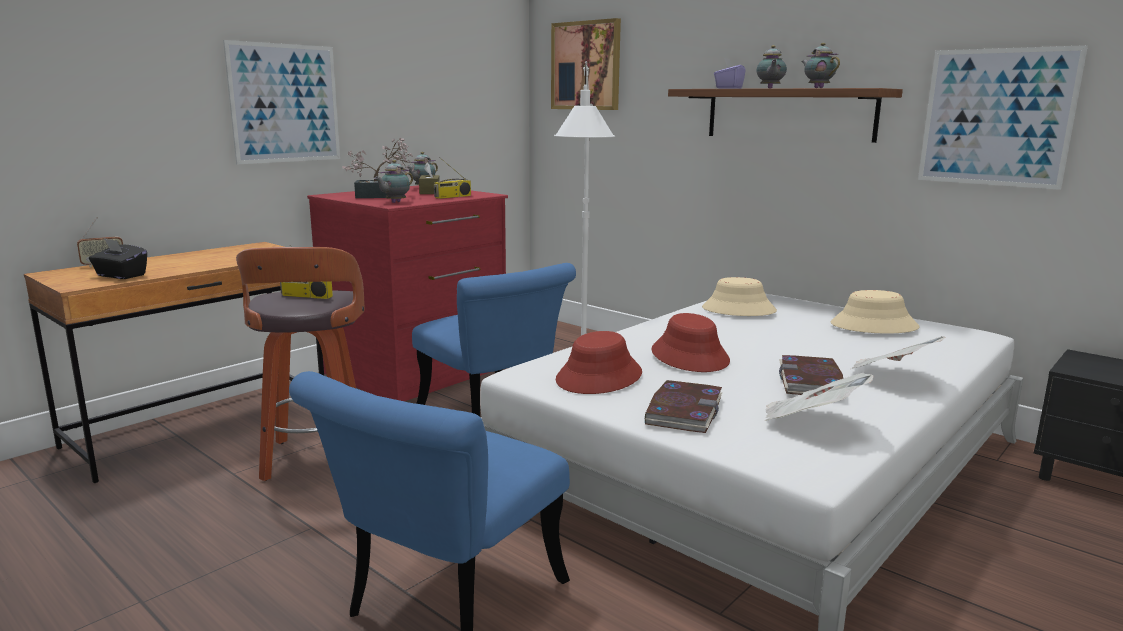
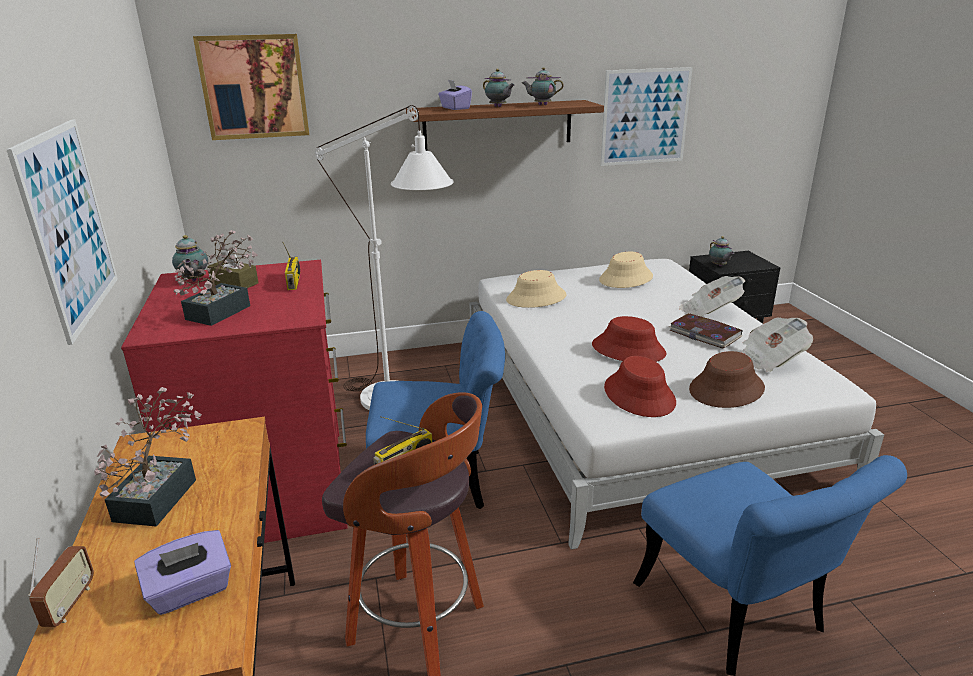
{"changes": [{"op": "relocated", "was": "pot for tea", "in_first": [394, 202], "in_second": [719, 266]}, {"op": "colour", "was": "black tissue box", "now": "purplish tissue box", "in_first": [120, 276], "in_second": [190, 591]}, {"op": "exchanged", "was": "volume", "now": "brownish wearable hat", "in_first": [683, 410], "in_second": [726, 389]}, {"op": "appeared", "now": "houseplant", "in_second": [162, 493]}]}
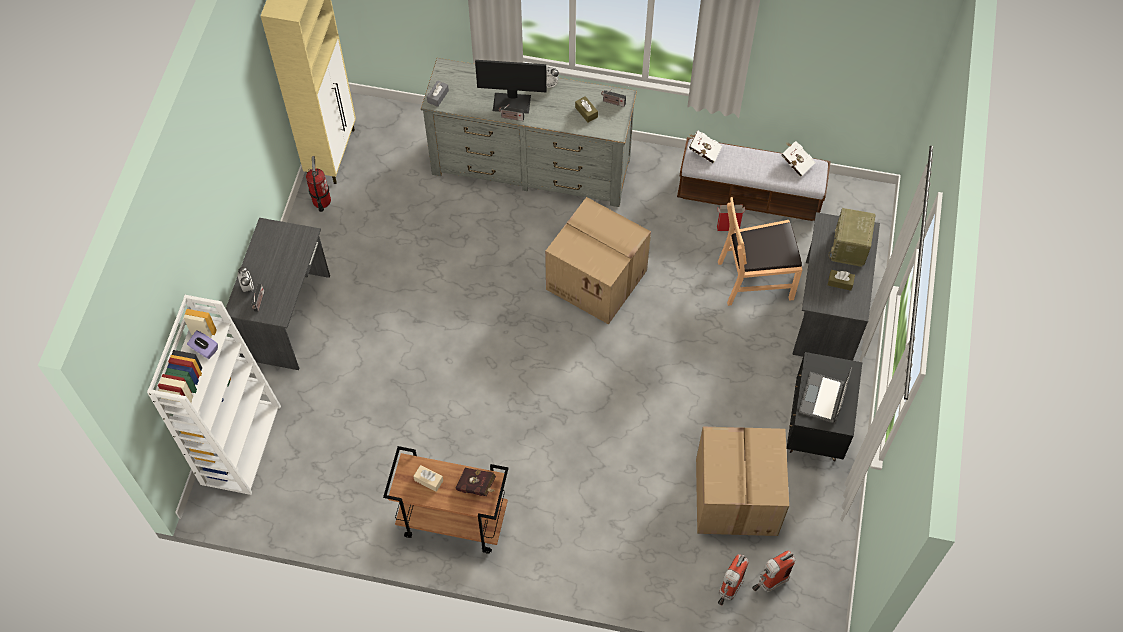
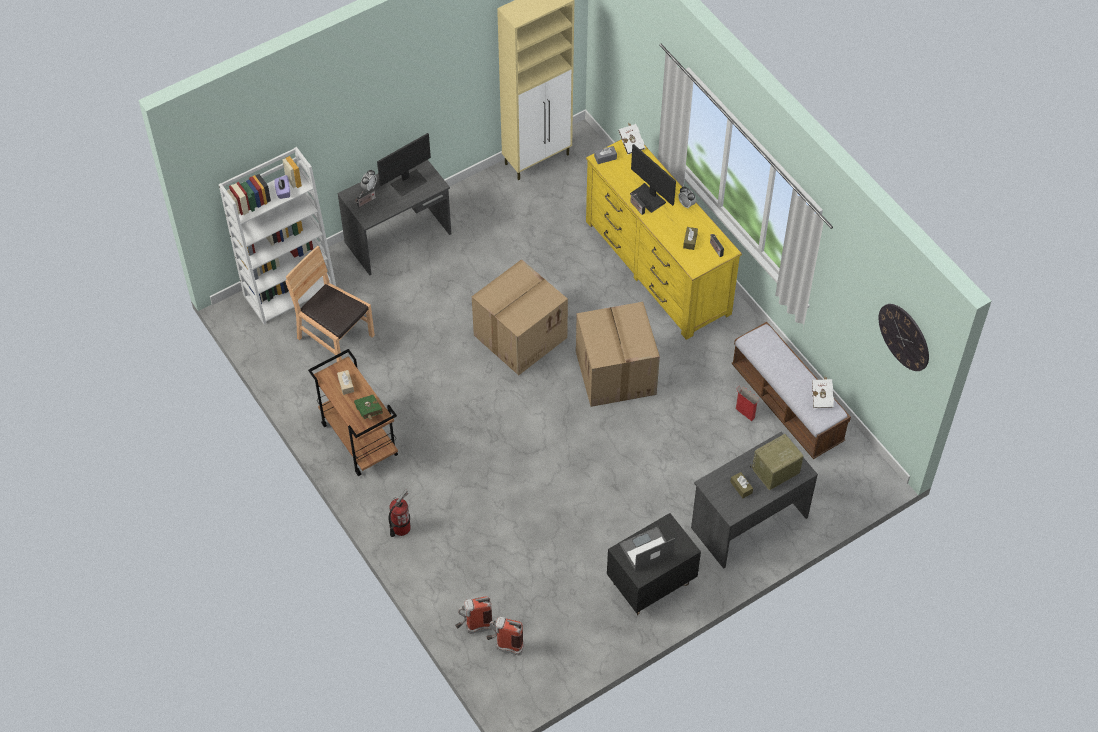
{"changes": [{"op": "colour", "was": "grey drawer chest", "now": "yellow drawer chest", "in_first": [531, 166], "in_second": [657, 267]}, {"op": "relocated", "was": "whitish volume", "in_first": [703, 151], "in_second": [631, 143]}, {"op": "relocated", "was": "extinguisher", "in_first": [321, 201], "in_second": [401, 528]}, {"op": "relocated", "was": "brownish upright chair", "in_first": [755, 279], "in_second": [335, 338]}, {"op": "relocated", "was": "packing box", "in_first": [735, 495], "in_second": [520, 335]}, {"op": "colour", "was": "red-coloured volume", "now": "greenish volume", "in_first": [477, 486], "in_second": [369, 412]}, {"op": "appeared", "now": "computer display", "in_second": [408, 182]}, {"op": "appeared", "now": "hanging clock", "in_second": [904, 337]}]}
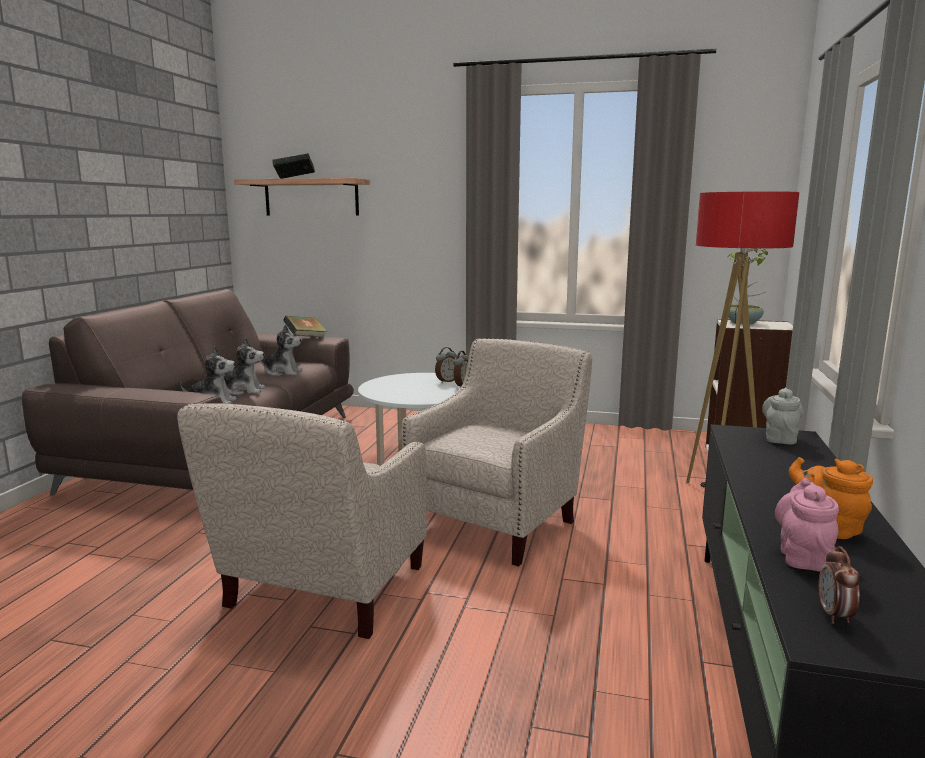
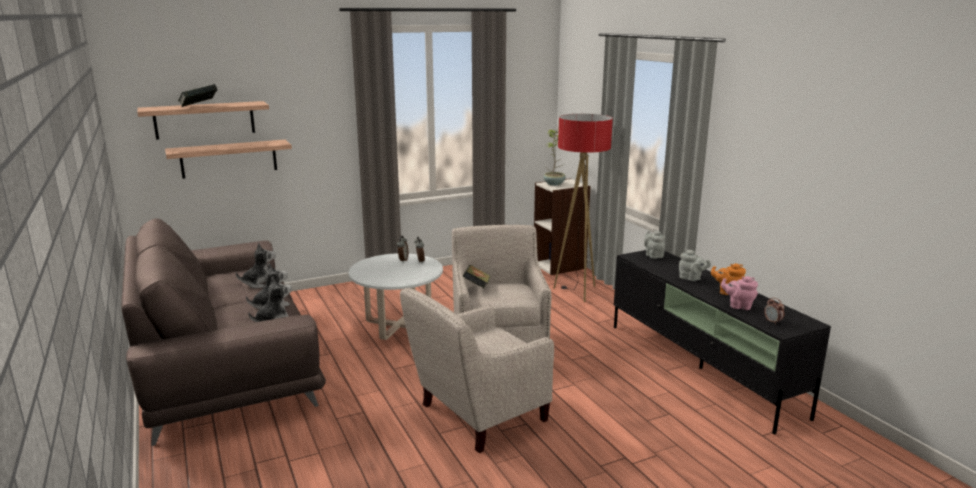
{"changes": [{"op": "relocated", "was": "volume", "in_first": [306, 338], "in_second": [477, 287]}, {"op": "spun", "was": "beige lounge chair", "in_first": [319, 593], "in_second": [476, 415], "clockwise": 75}, {"op": "spun", "was": "pink-coloured pot for tea", "in_first": [803, 557], "in_second": [738, 306], "clockwise": -45}, {"op": "appeared", "now": "wall shelf", "in_second": [229, 158]}, {"op": "appeared", "now": "grey pot for tea", "in_second": [691, 279]}]}
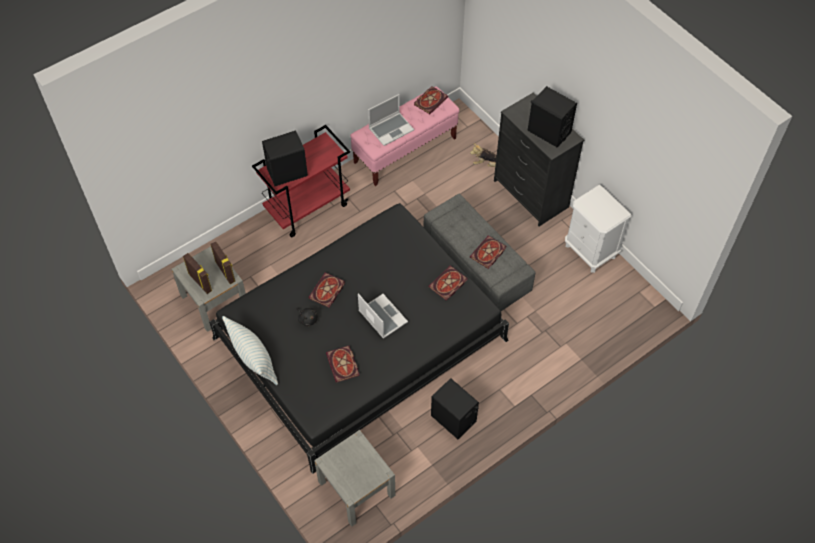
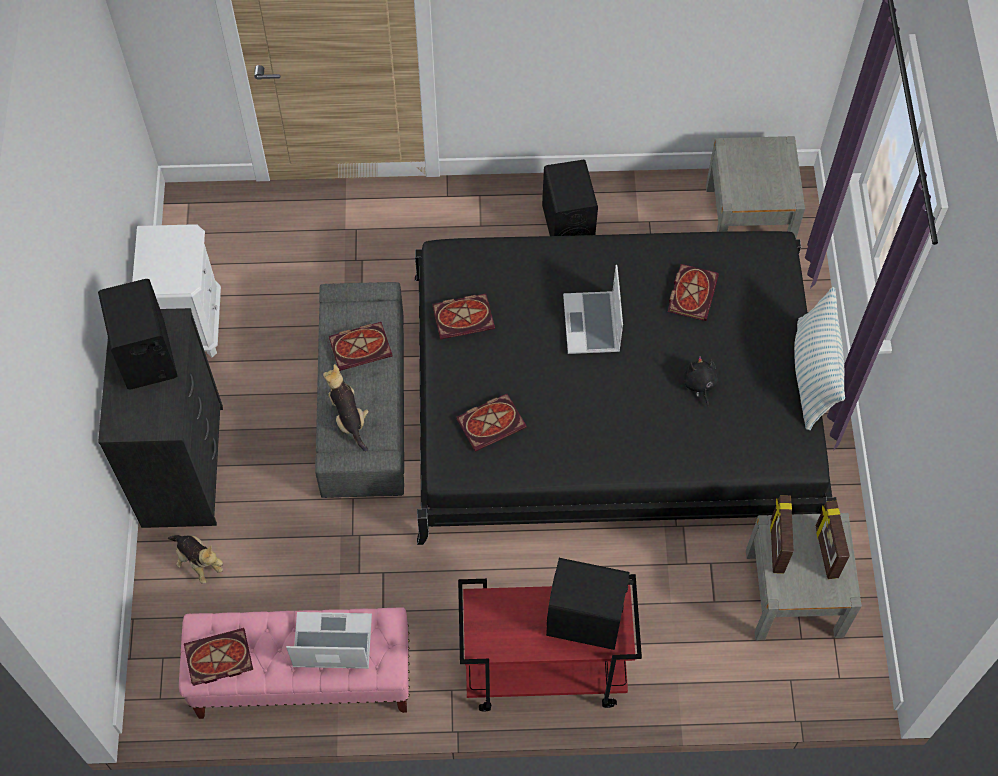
{"changes": [{"op": "relocated", "was": "volume", "in_first": [327, 291], "in_second": [492, 422]}, {"op": "appeared", "now": "soft toy", "in_second": [348, 418]}]}
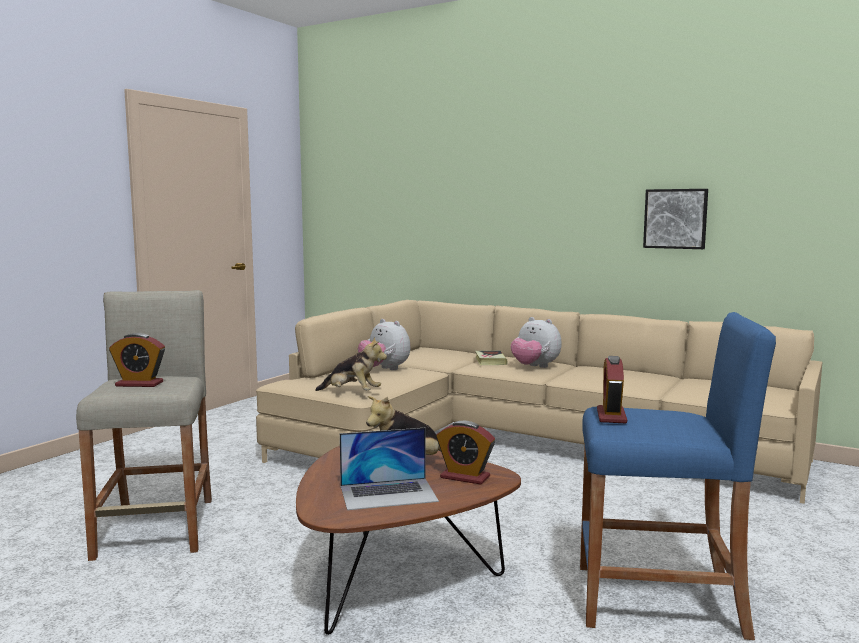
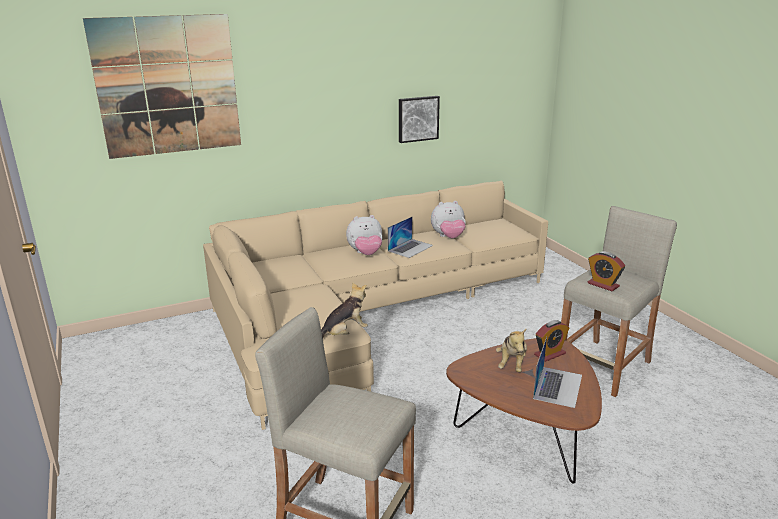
{"changes": [{"op": "colour", "was": "blue-coloured stool seat", "now": "beige stool seat", "in_first": [659, 601], "in_second": [604, 367]}, {"op": "relocated", "was": "soft toy", "in_first": [384, 369], "in_second": [448, 237]}, {"op": "missing", "was": "alarm clock", "in_first": [139, 384]}, {"op": "missing", "was": "volume", "in_first": [490, 361]}, {"op": "appeared", "now": "wall art", "in_second": [168, 86]}, {"op": "appeared", "now": "laptop", "in_second": [410, 248]}]}
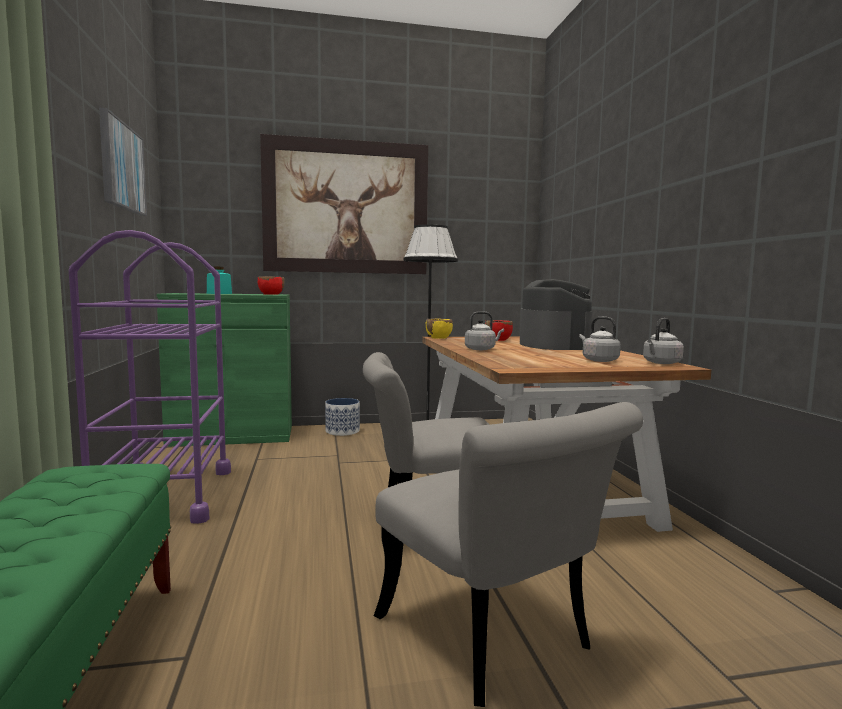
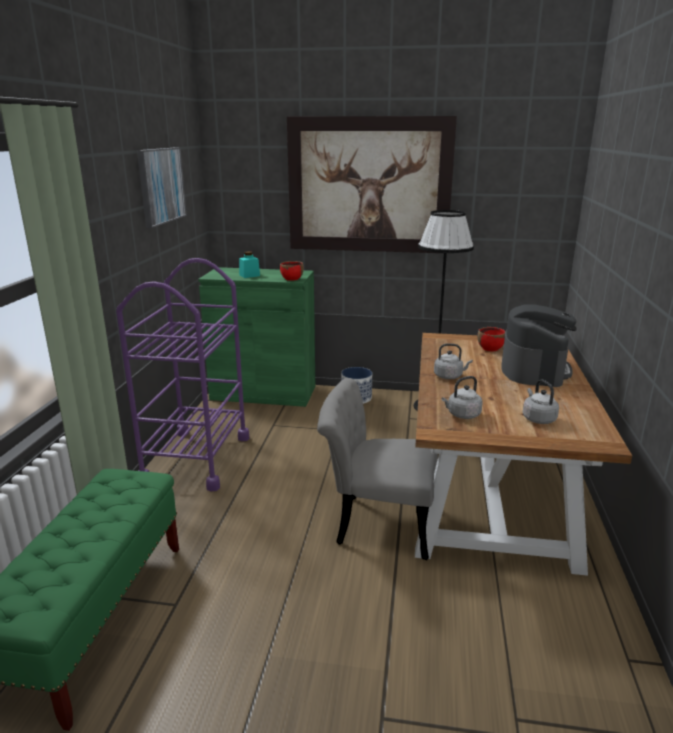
{"changes": [{"op": "relocated", "was": "grey tea kettle", "in_first": [661, 363], "in_second": [462, 415]}, {"op": "missing", "was": "yellow bowl", "in_first": [439, 337]}, {"op": "missing", "was": "grey upright chair", "in_first": [494, 641]}]}
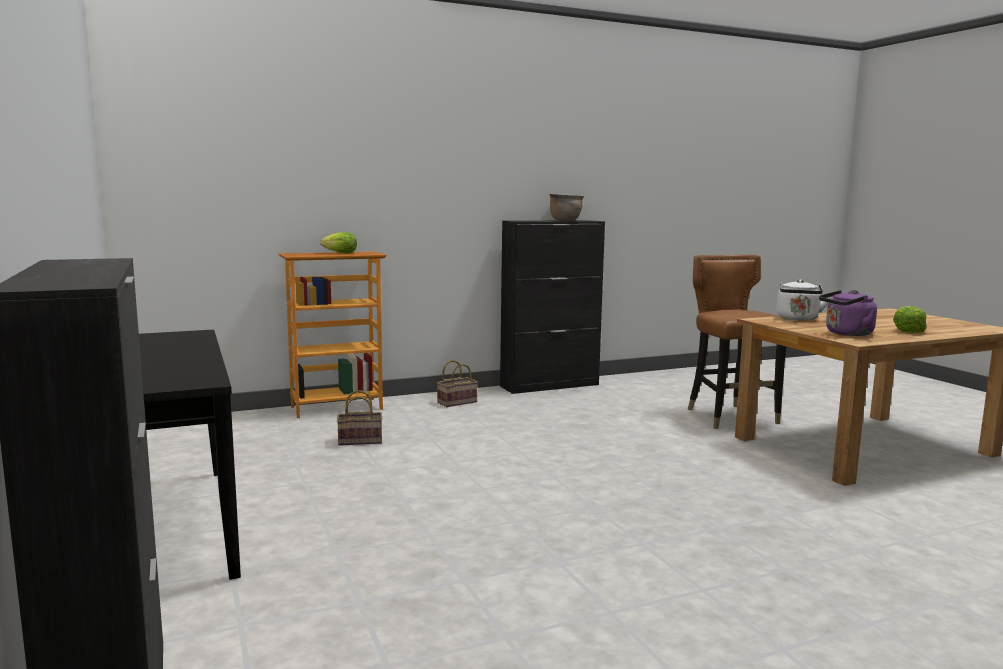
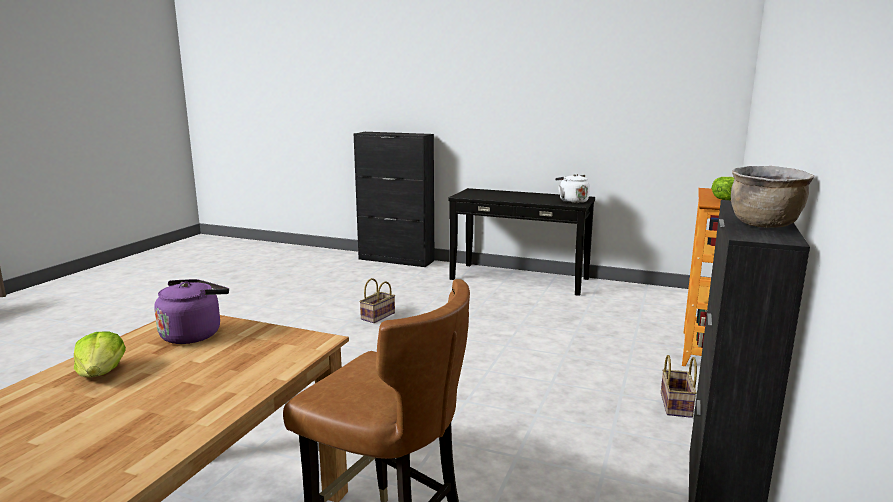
{"changes": [{"op": "relocated", "was": "whitish tea kettle", "in_first": [798, 319], "in_second": [572, 201]}, {"op": "relocated", "was": "household basket", "in_first": [361, 440], "in_second": [378, 316]}]}
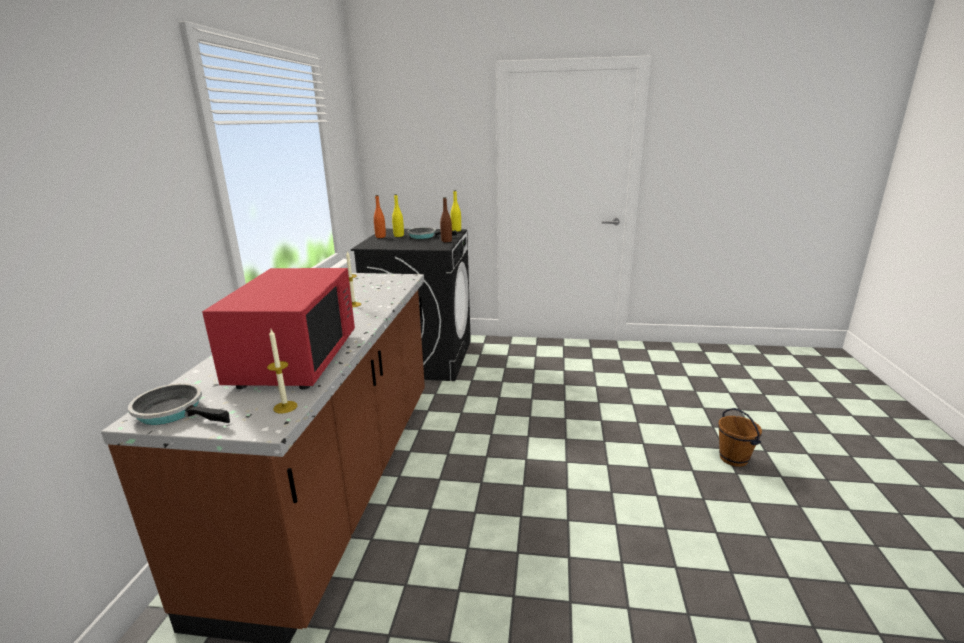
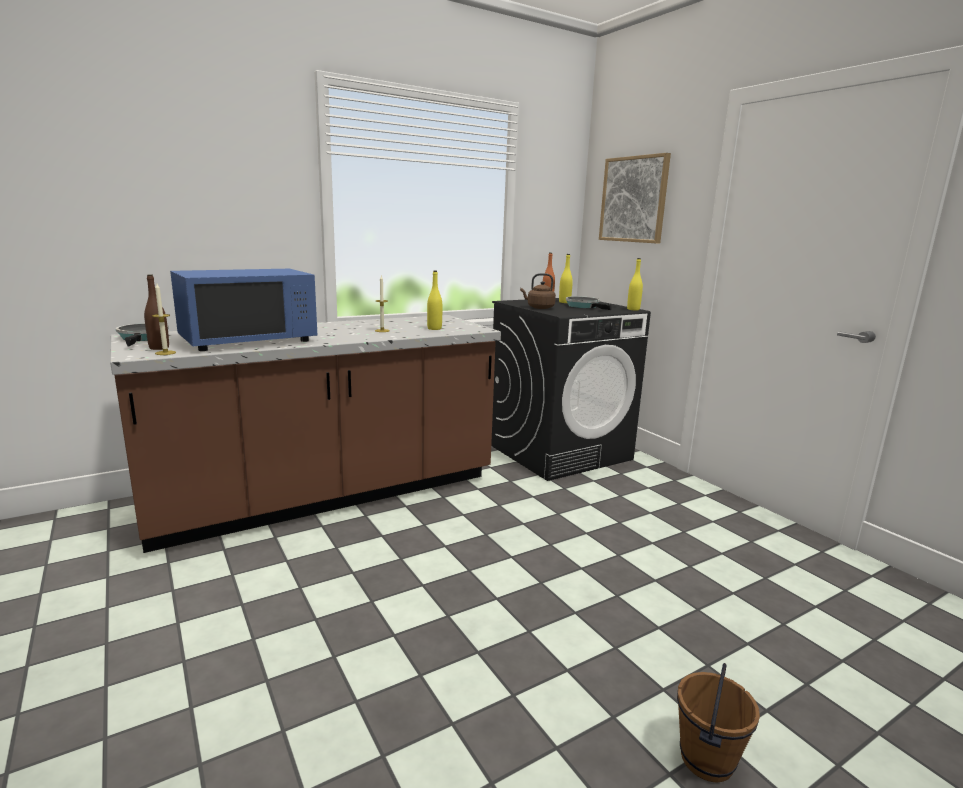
{"changes": [{"op": "relocated", "was": "brownish drink bottle", "in_first": [446, 241], "in_second": [159, 348]}, {"op": "colour", "was": "red-coloured microwave", "now": "blue-coloured microwave", "in_first": [295, 360], "in_second": [249, 340]}, {"op": "appeared", "now": "wall art", "in_second": [634, 199]}, {"op": "appeared", "now": "yellow drink bottle", "in_second": [434, 328]}, {"op": "appeared", "now": "brownish tea kettle", "in_second": [539, 308]}]}
